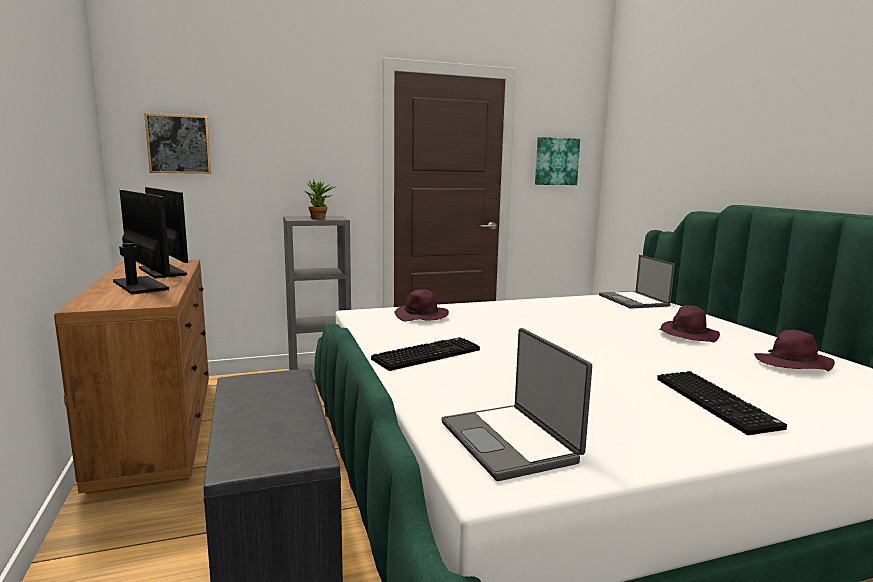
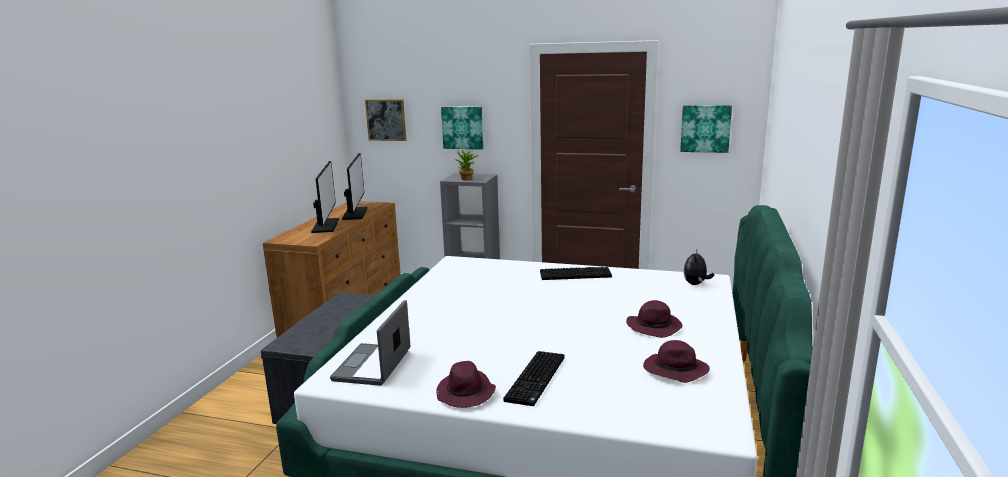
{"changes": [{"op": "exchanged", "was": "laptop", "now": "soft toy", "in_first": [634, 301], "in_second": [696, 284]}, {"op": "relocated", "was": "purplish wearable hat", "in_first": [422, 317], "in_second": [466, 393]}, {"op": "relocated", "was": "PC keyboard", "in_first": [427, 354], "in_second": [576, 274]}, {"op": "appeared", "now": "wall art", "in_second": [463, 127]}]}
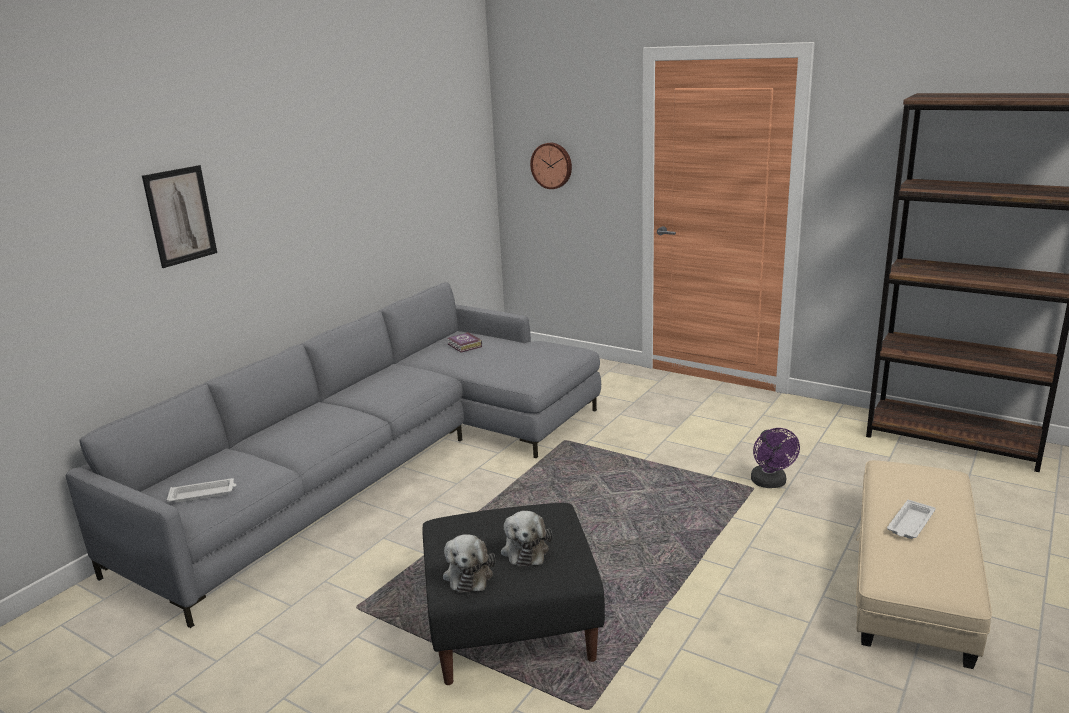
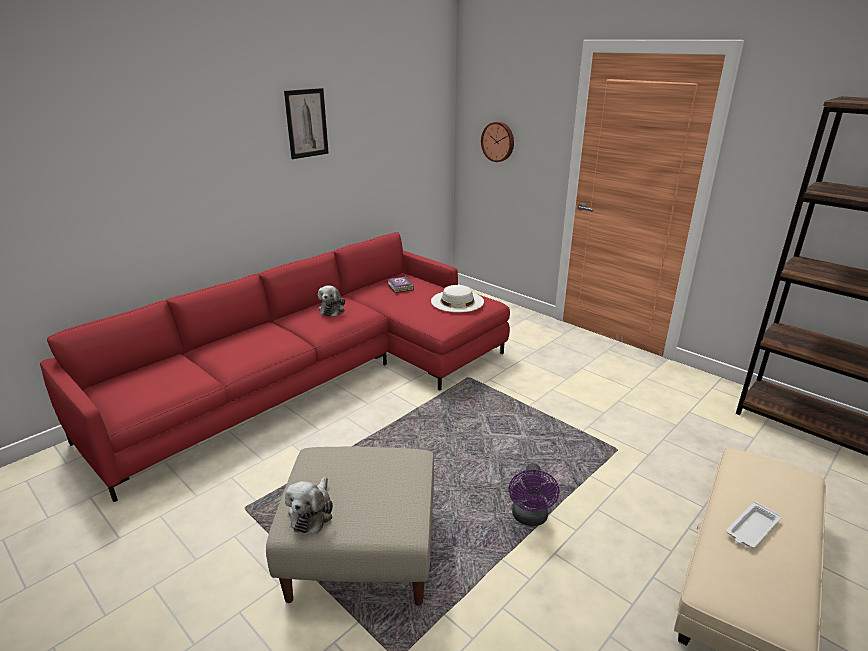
{"changes": [{"op": "relocated", "was": "wall art", "in_first": [180, 215], "in_second": [306, 123]}, {"op": "colour", "was": "grey couch", "now": "red-coloured couch", "in_first": [386, 464], "in_second": [320, 377]}, {"op": "relocated", "was": "purplish fan", "in_first": [770, 483], "in_second": [530, 518]}, {"op": "missing", "was": "whitish serving tray", "in_first": [203, 494]}, {"op": "colour", "was": "black pouffe", "now": "beige pouffe", "in_first": [513, 625], "in_second": [363, 552]}, {"op": "relocated", "was": "soft toy", "in_first": [525, 549], "in_second": [332, 309]}, {"op": "appeared", "now": "whitish wearable hat", "in_second": [457, 301]}]}
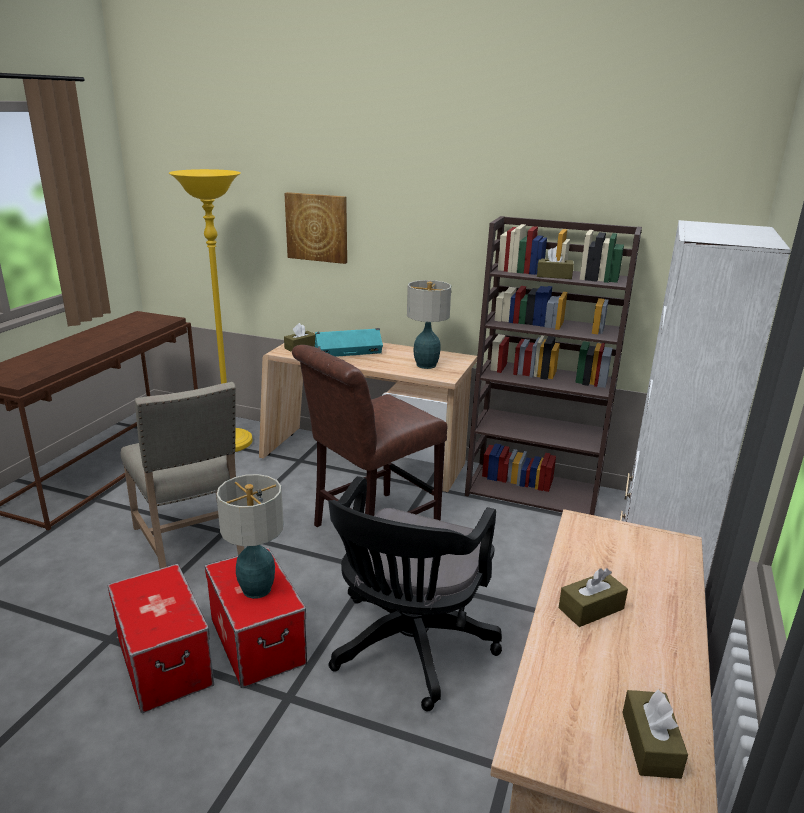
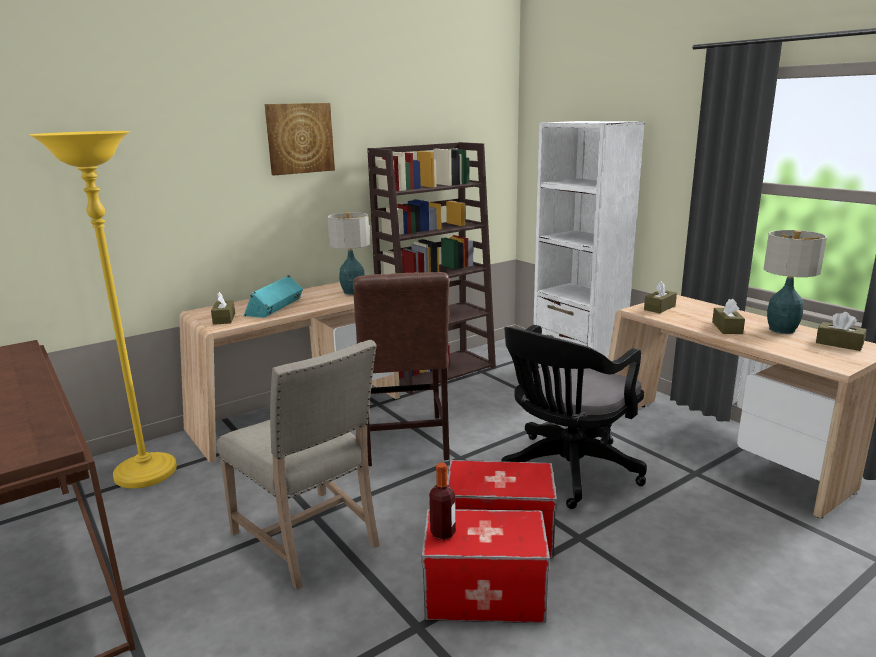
{"changes": [{"op": "relocated", "was": "wall art", "in_first": [317, 227], "in_second": [299, 138]}, {"op": "relocated", "was": "brownish tissue box", "in_first": [554, 276], "in_second": [659, 308]}, {"op": "spun", "was": "beige upright chair", "in_first": [192, 542], "in_second": [310, 539], "clockwise": 45}, {"op": "relocated", "was": "lamp for a table", "in_first": [257, 588], "in_second": [781, 329]}, {"op": "spun", "was": "black desk chair", "in_first": [408, 649], "in_second": [566, 472], "clockwise": 75}, {"op": "appeared", "now": "drink bottle", "in_second": [443, 533]}]}
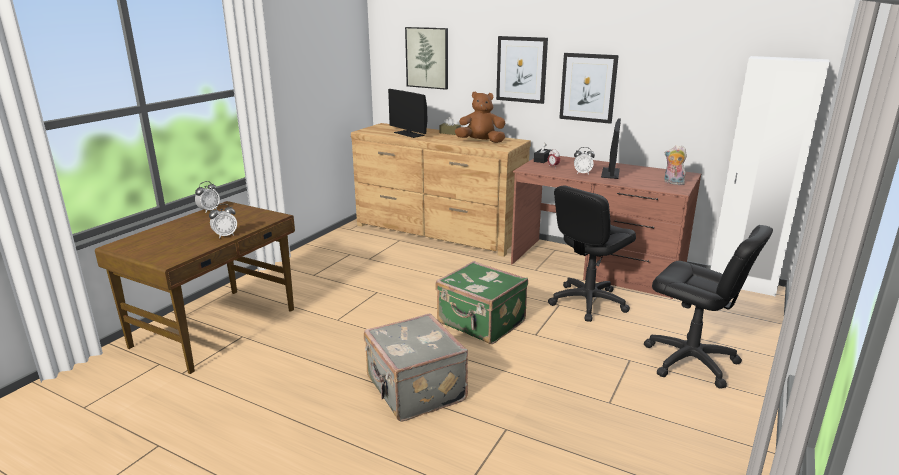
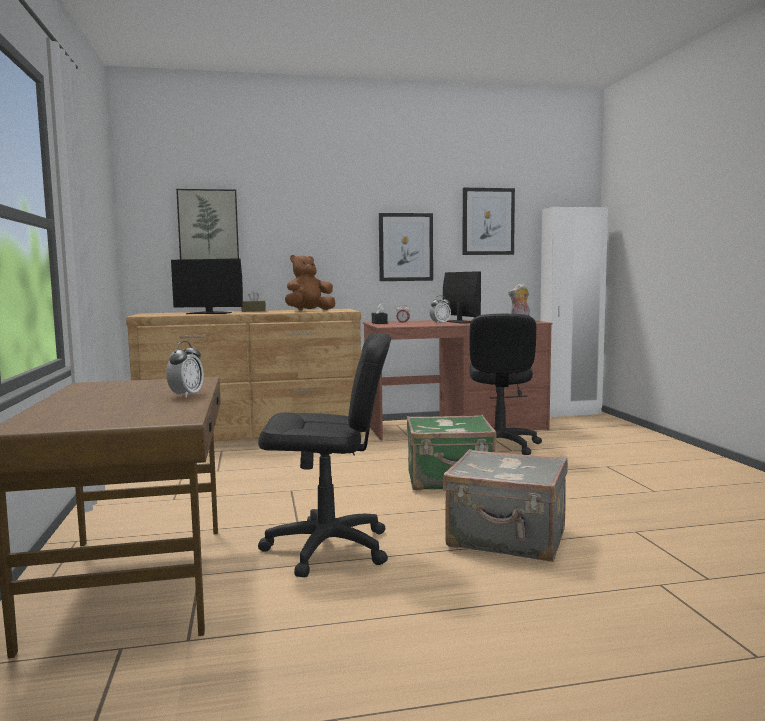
{"changes": [{"op": "relocated", "was": "wall art", "in_first": [521, 69], "in_second": [488, 221]}, {"op": "missing", "was": "alarm clock", "in_first": [209, 210]}, {"op": "relocated", "was": "black desk chair", "in_first": [690, 361], "in_second": [328, 548]}]}
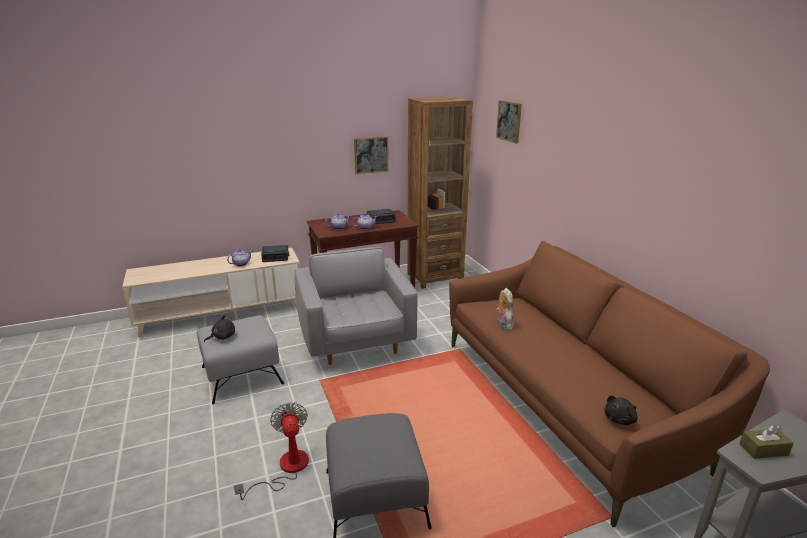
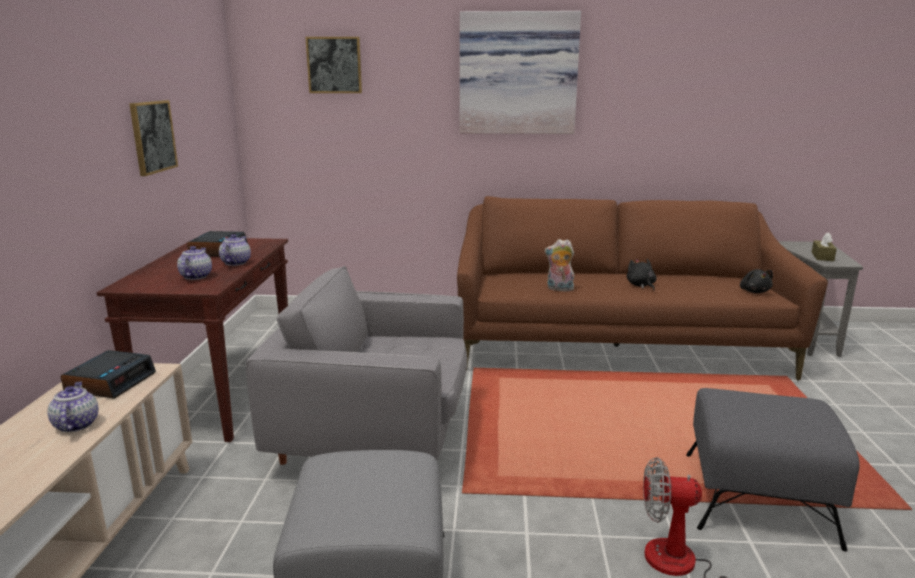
{"changes": [{"op": "missing", "was": "brownish bookcase", "in_first": [435, 277]}, {"op": "relocated", "was": "black soft toy", "in_first": [222, 337], "in_second": [641, 285]}, {"op": "appeared", "now": "wall art", "in_second": [518, 74]}]}
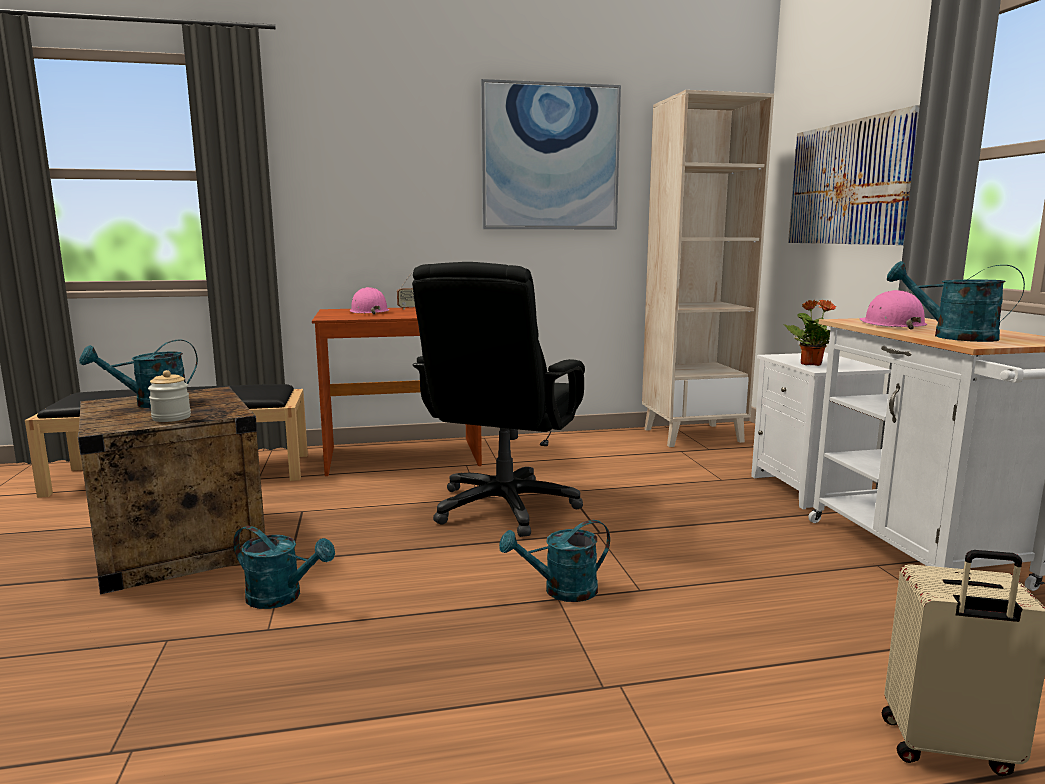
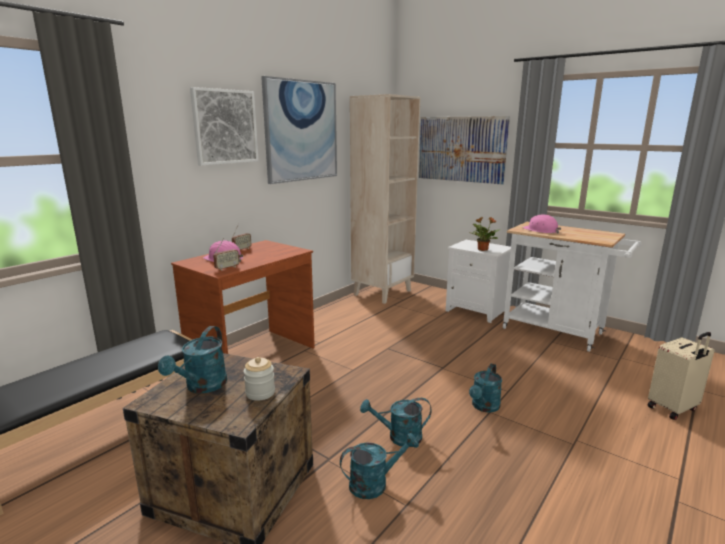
{"changes": [{"op": "relocated", "was": "turquoise-coloured watering can", "in_first": [952, 336], "in_second": [399, 437]}, {"op": "missing", "was": "black desk chair", "in_first": [504, 507]}, {"op": "appeared", "now": "wall art", "in_second": [225, 127]}, {"op": "appeared", "now": "radio", "in_second": [227, 268]}]}
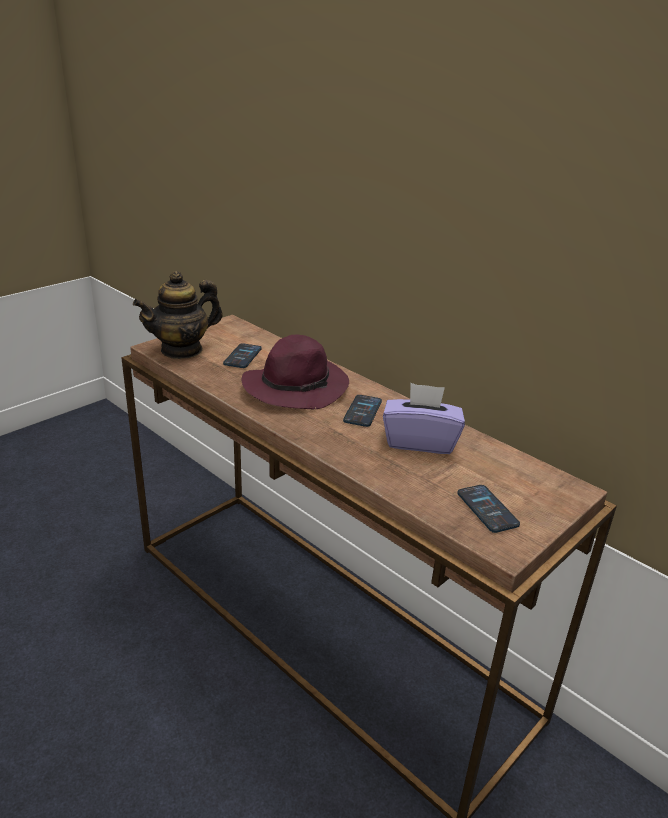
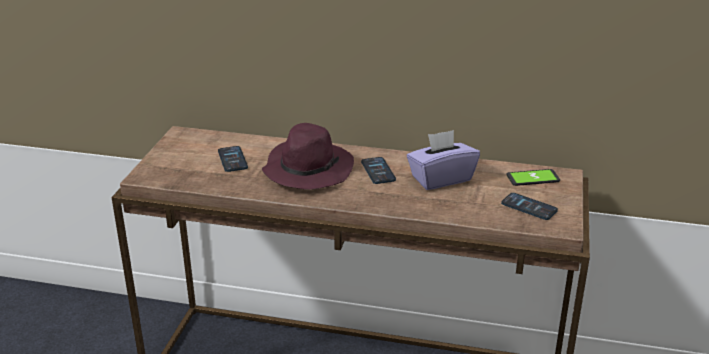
{"changes": [{"op": "missing", "was": "pot for tea", "in_first": [182, 350]}, {"op": "appeared", "now": "handset", "in_second": [533, 178]}]}
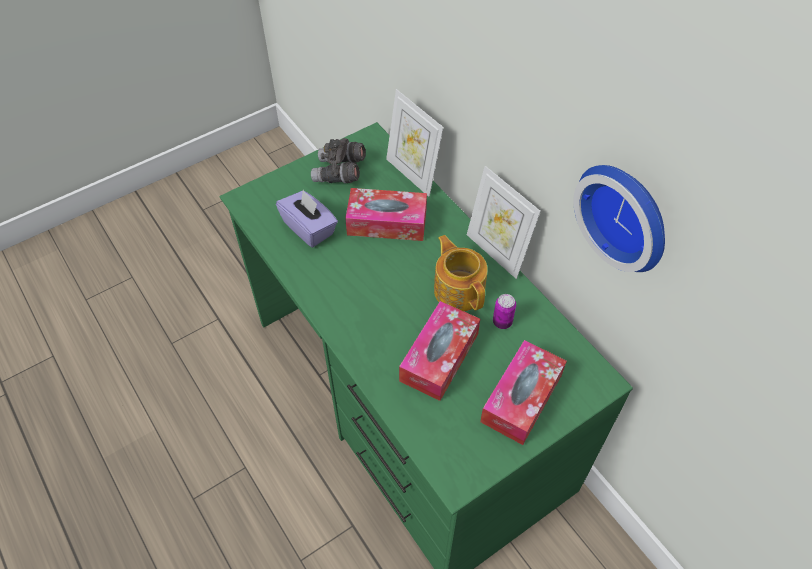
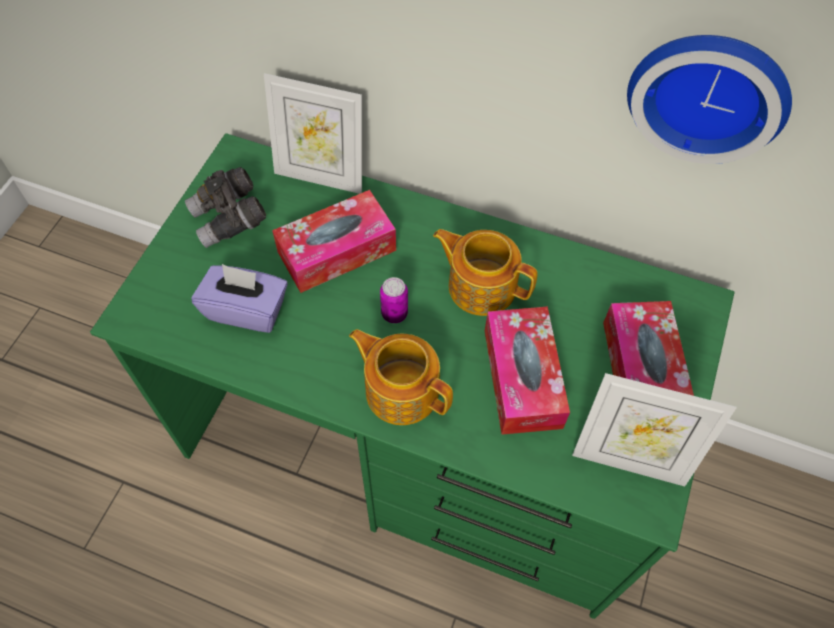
{"changes": [{"op": "relocated", "was": "standing frame", "in_first": [496, 252], "in_second": [629, 459]}, {"op": "relocated", "was": "metal can", "in_first": [502, 322], "in_second": [394, 313]}, {"op": "appeared", "now": "pot for tea", "in_second": [401, 389]}]}
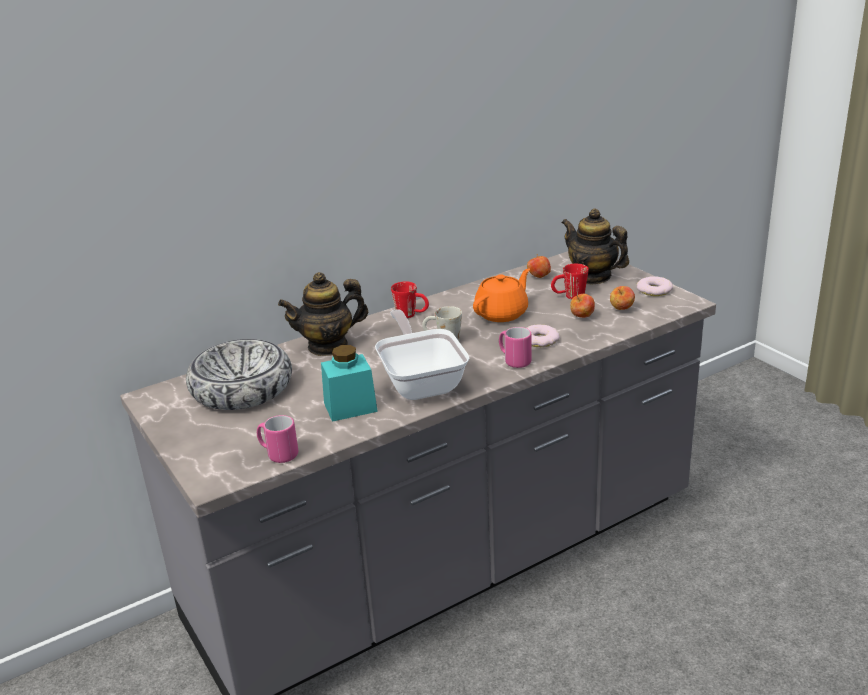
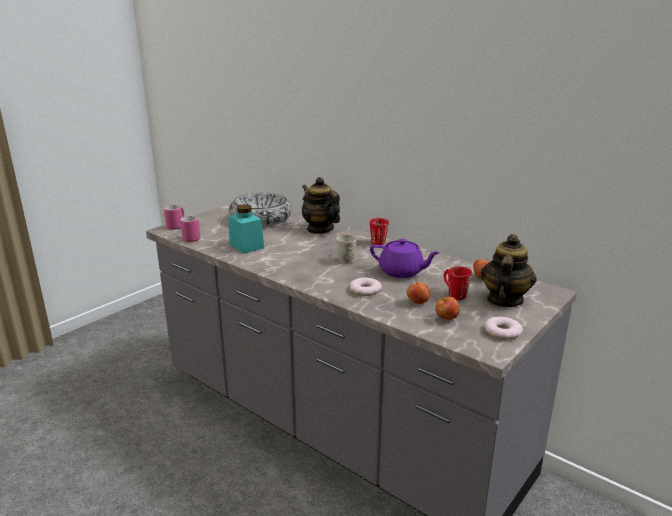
{"changes": [{"op": "colour", "was": "orangey pot for tea", "now": "purplish pot for tea", "in_first": [502, 313], "in_second": [401, 272]}, {"op": "missing", "was": "frying pan", "in_first": [421, 382]}, {"op": "relocated", "was": "pink-coloured tea mug", "in_first": [514, 361], "in_second": [176, 226]}]}
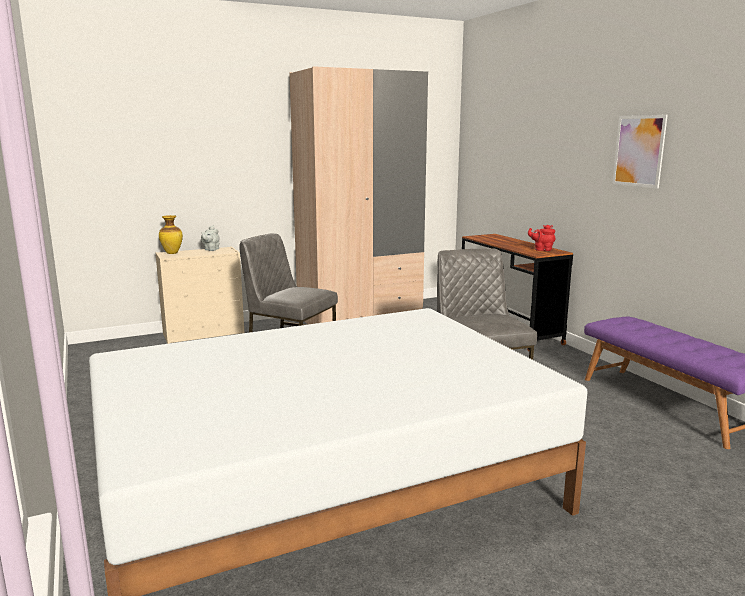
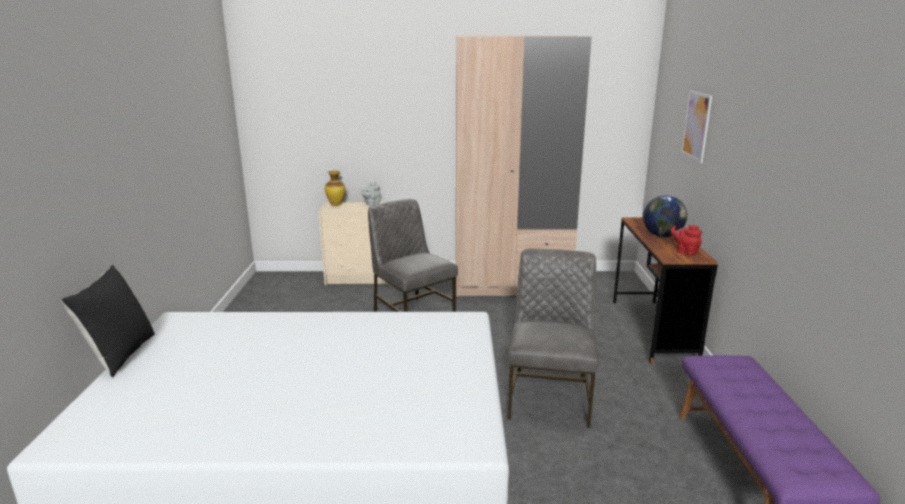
{"changes": [{"op": "relocated", "was": "wall art", "in_first": [639, 151], "in_second": [696, 125]}, {"op": "appeared", "now": "desk globe", "in_second": [662, 235]}, {"op": "appeared", "now": "black pillow", "in_second": [120, 354]}]}
